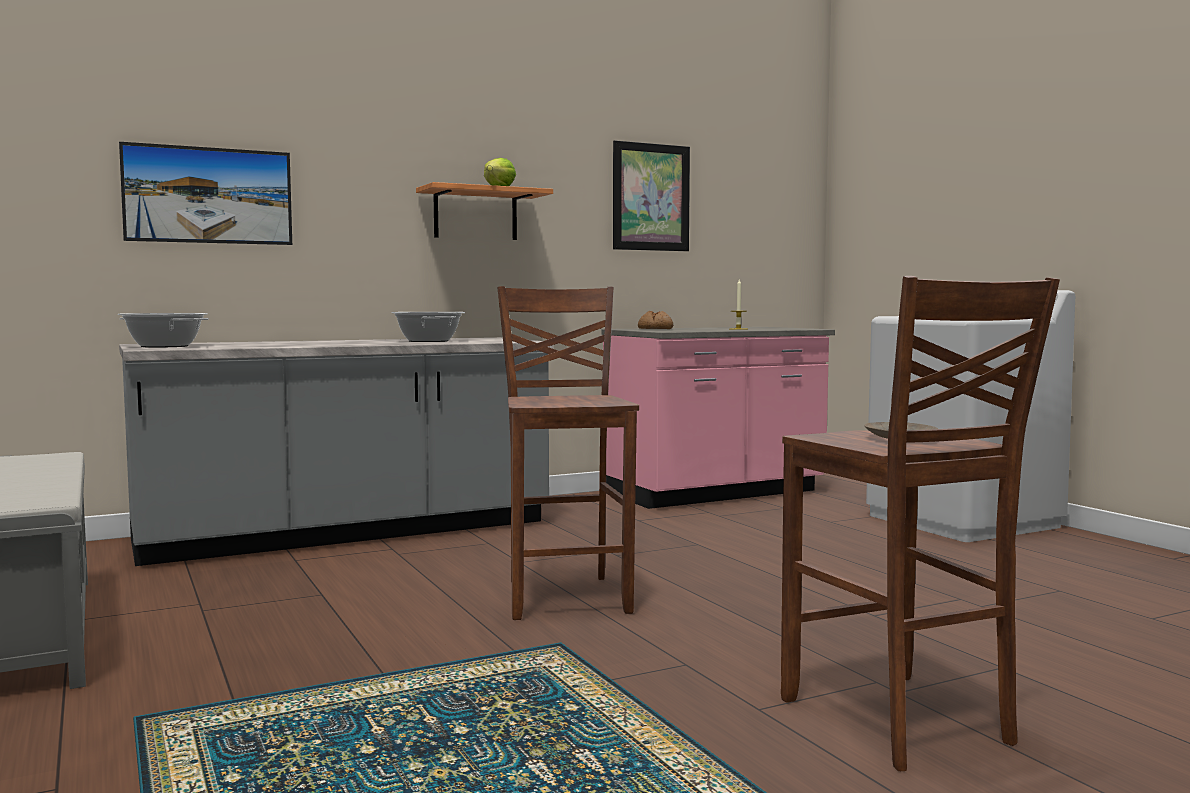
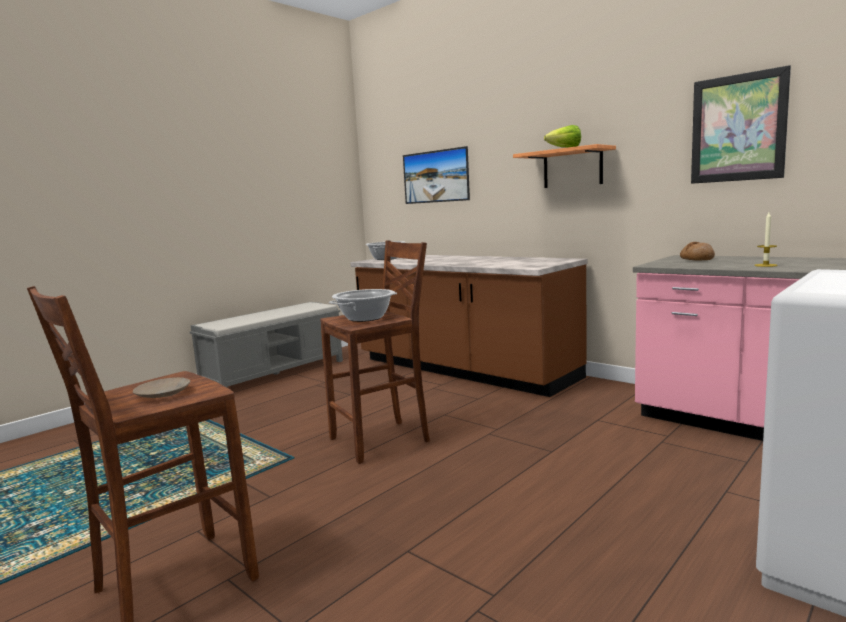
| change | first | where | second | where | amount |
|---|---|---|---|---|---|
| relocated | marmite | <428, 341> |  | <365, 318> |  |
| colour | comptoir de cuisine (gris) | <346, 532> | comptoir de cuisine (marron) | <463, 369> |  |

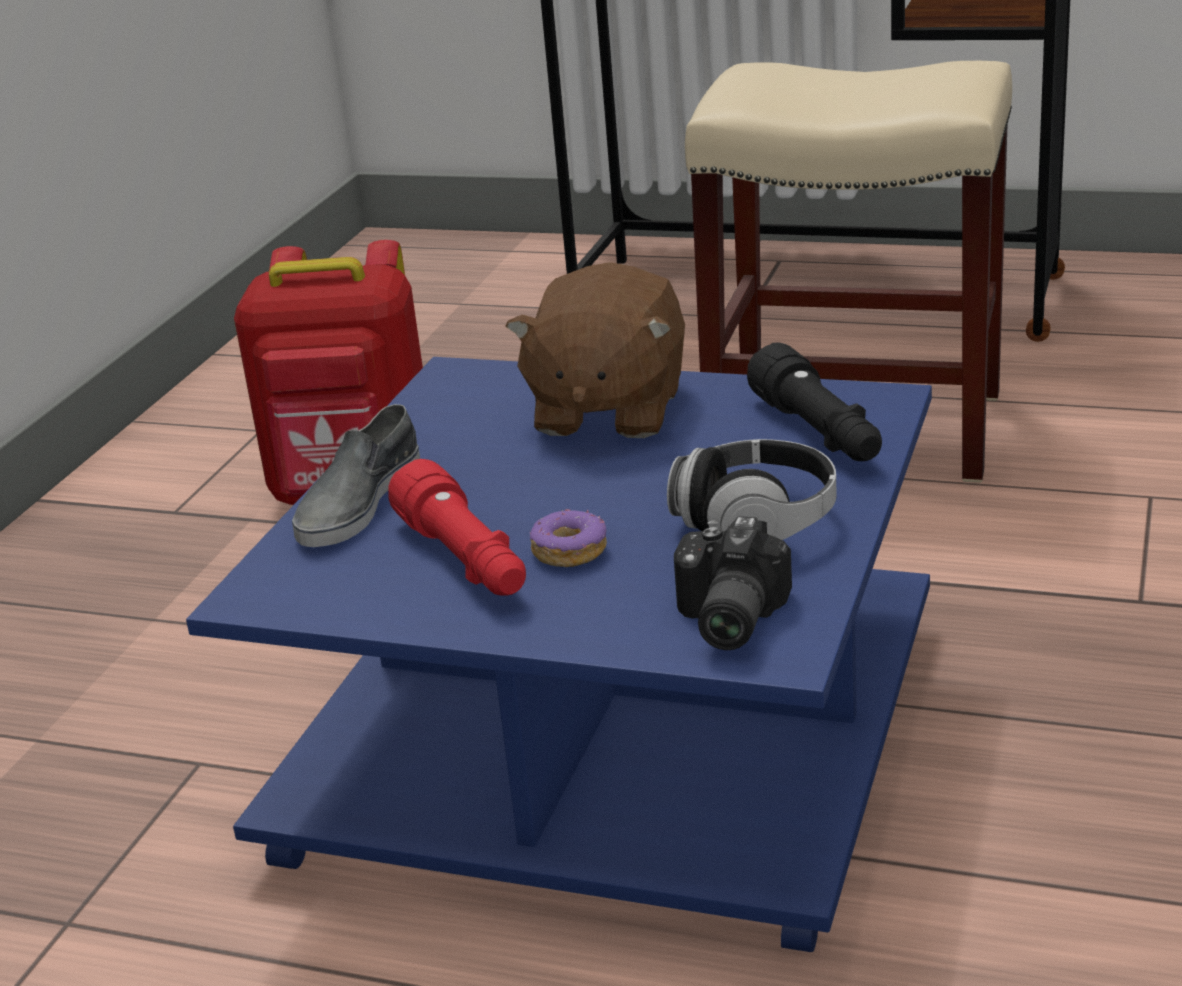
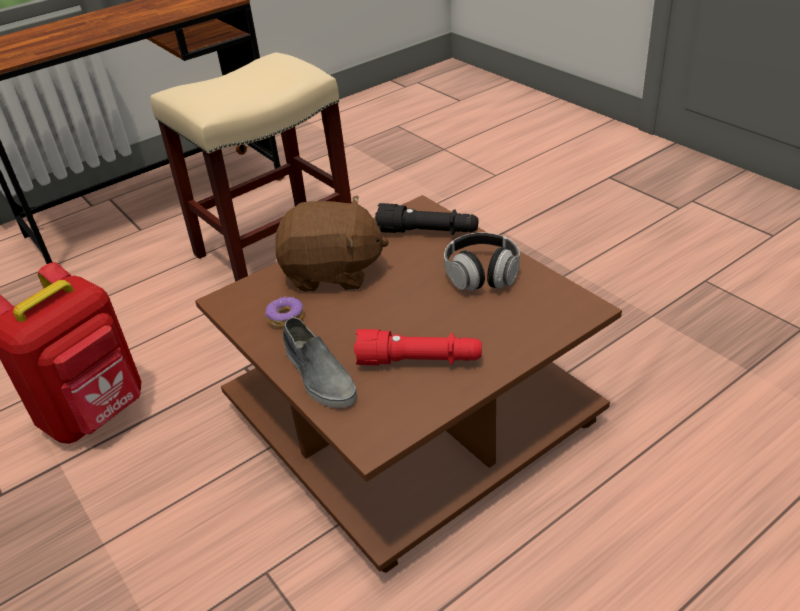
| change | first | where | second | where | amount |
|---|---|---|---|---|---|
| spun | peluche (marron) | <607, 411> |  | <332, 273> | 45 degrees counterclockwise |
| colour | table basse (bleu) | <622, 737> | table basse (marron) | <410, 412> |  |
| relocated | beignet | <569, 551> |  | <285, 318> |  |
| missing | appareil photo | <724, 619> |  |  |  |

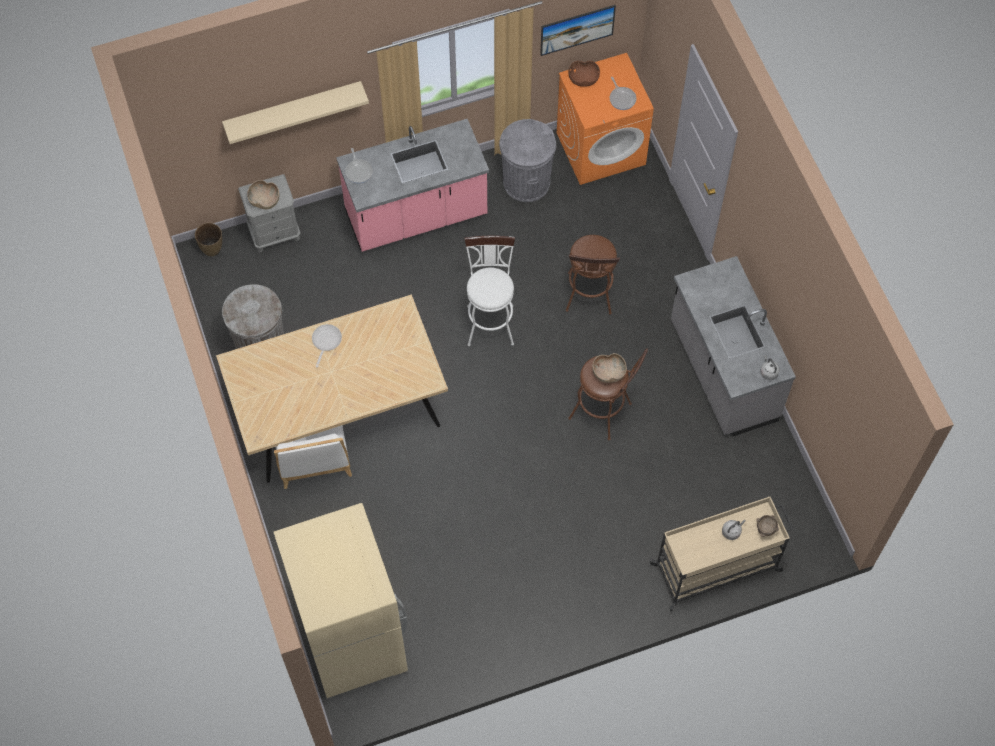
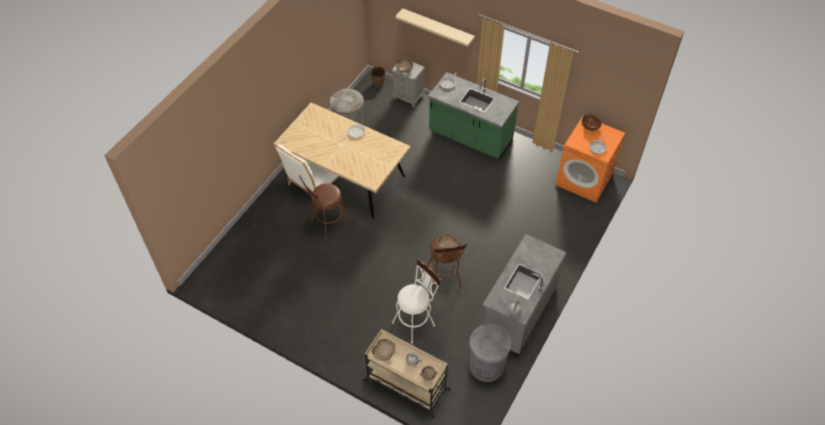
| change | first | where | second | where | amount |
|---|---|---|---|---|---|
| missing | tableau | <576, 37> |  |  |  |
| colour | comptoir de cuisine (rose) | <416, 216> | comptoir de cuisine (vert) | <470, 138> |  |
| relocated | poubelle (gris) | <526, 182> |  | <486, 366> |  |
| relocated | tabouret (marron) | <589, 297> |  | <327, 225> |  |
| relocated | tabouret (blanc) | <490, 320> |  | <416, 322> |  |
| missing | réfrigérateur (beige) | <352, 639> |  |  |  |
| appeared |  |  | bol (marron) | <384, 353> |  |

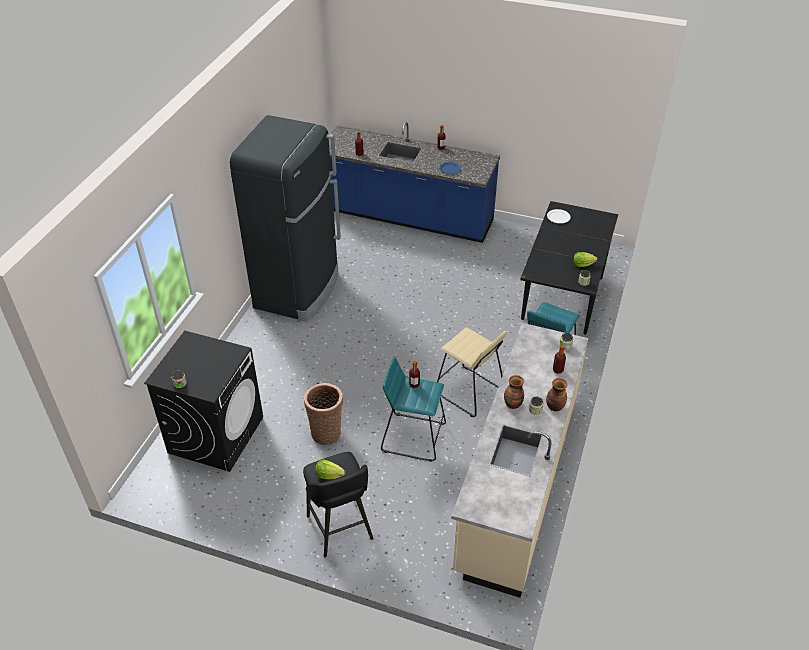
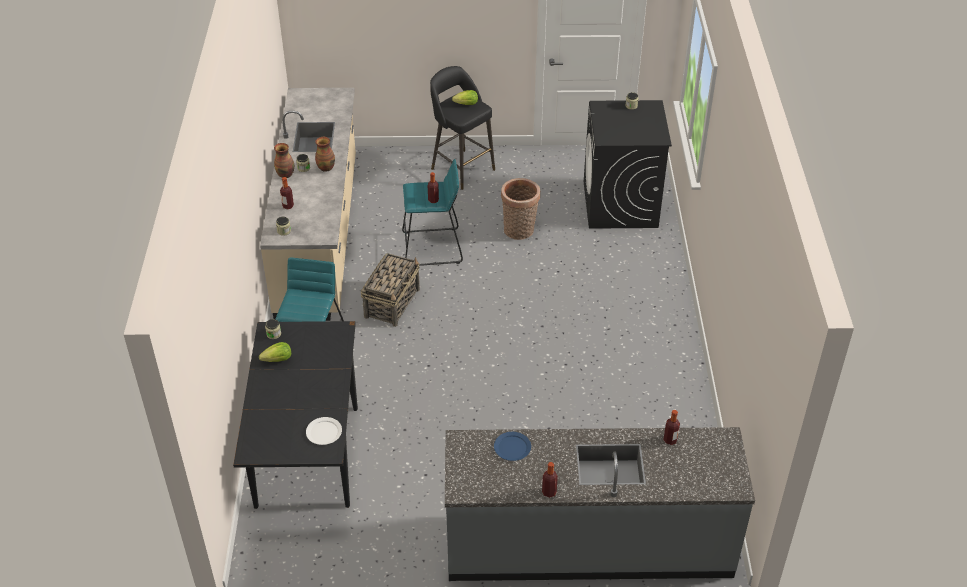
| change | first | where | second | where | amount |
|---|---|---|---|---|---|
| missing | réfrigérateur (noir) | <298, 290> |  |  |  |
| colour | comptoir de cuisine (bleu) | <407, 217> | comptoir de cuisine (gris) | <588, 543> |  |
| exchanged | tabouret (beige) | <469, 392> | panier | <392, 302> |  |

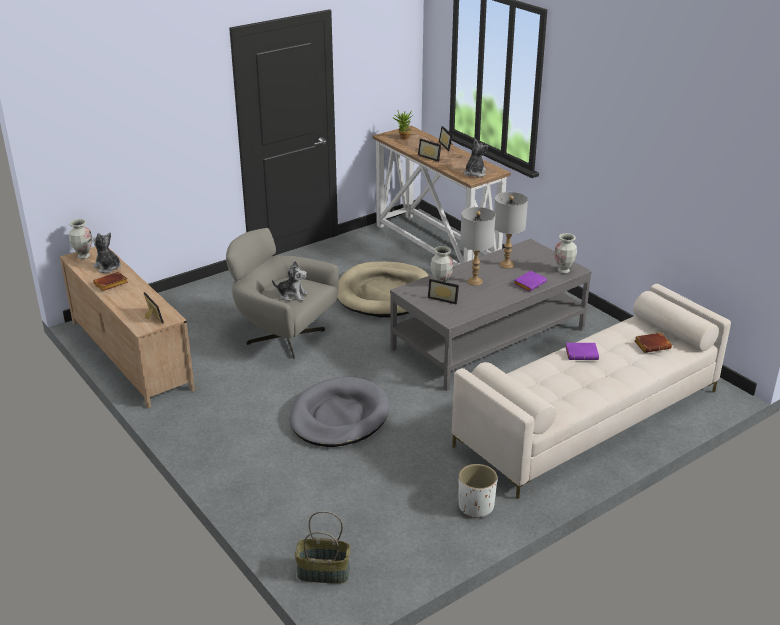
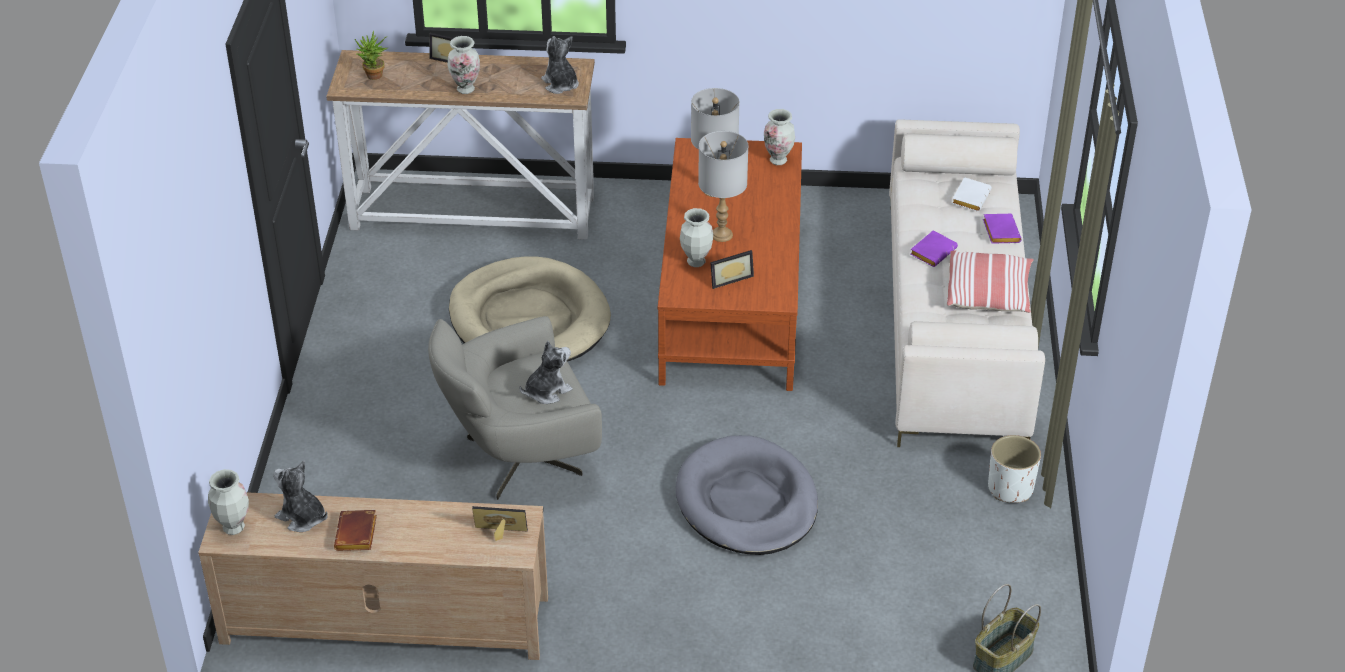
| change | first | where | second | where | amount |
|---|---|---|---|---|---|
| exchanged | cadre photo | <430, 157> | vase | <466, 89> |  |
| spun | peluche | <108, 267> |  | <302, 517> | 45 degrees clockwise |
| colour | table basse (gris) | <488, 339> | table basse (marron) | <731, 299> |  |
| relocated | livre (violet) | <529, 283> |  | <999, 231> |  |
| colour | livre (marron) | <652, 345> | livre (blanc) | <970, 197> |  |
| appeared |  |  | coussin | <988, 294> |  |

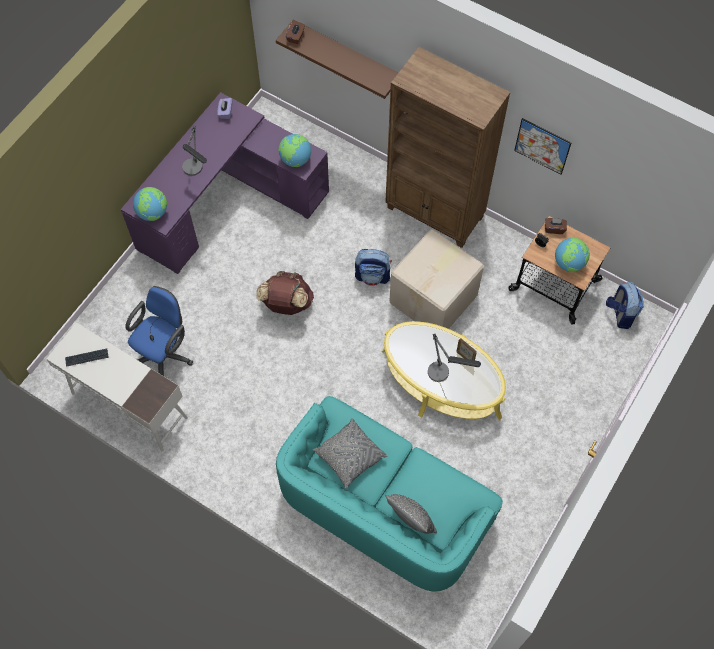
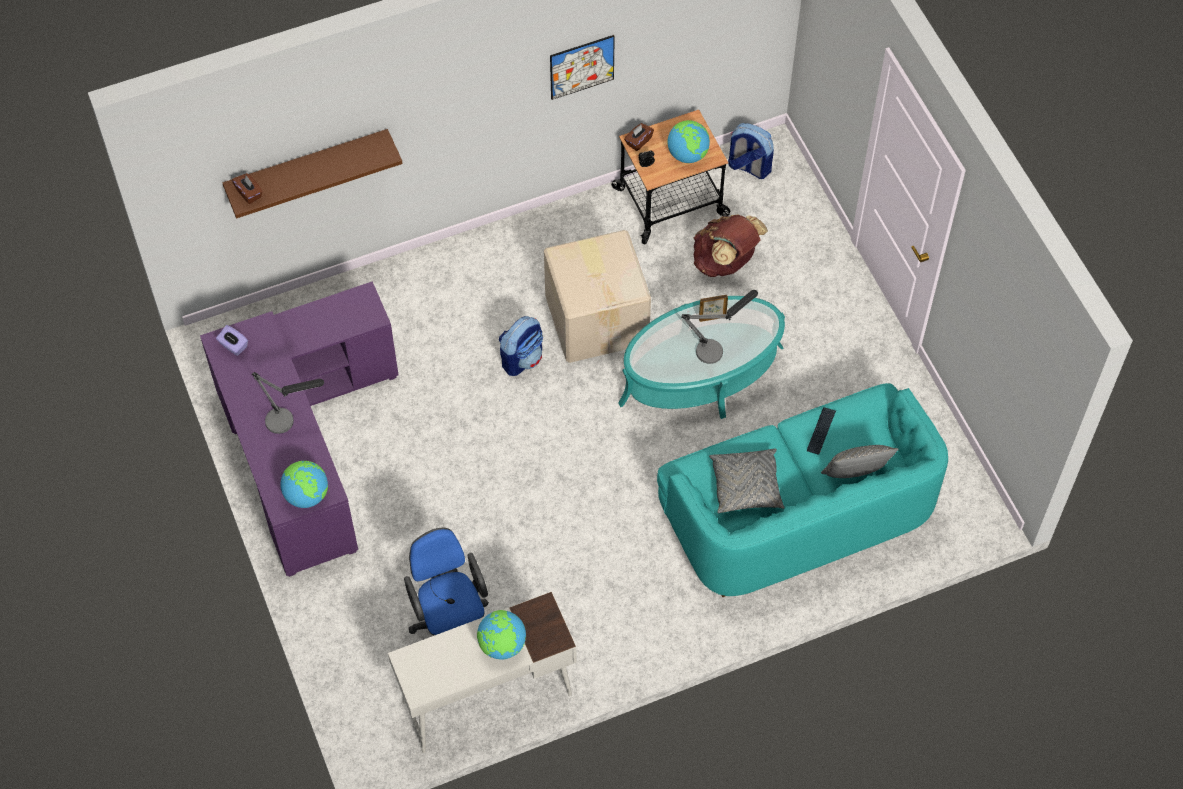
| change | first | where | second | where | amount |
|---|---|---|---|---|---|
| missing | bibliothèque (marron) | <435, 213> |  |  |  |
| relocated | globe | <295, 160> |  | <502, 645> |  |
| relocated | sac à dos (marron) | <286, 304> |  | <725, 262> |  |
| colour | table basse (jaune) | <440, 384> | table basse (turquoise) | <701, 375> |  |
| relocated | clavier | <87, 357> |  | <821, 431> |  |

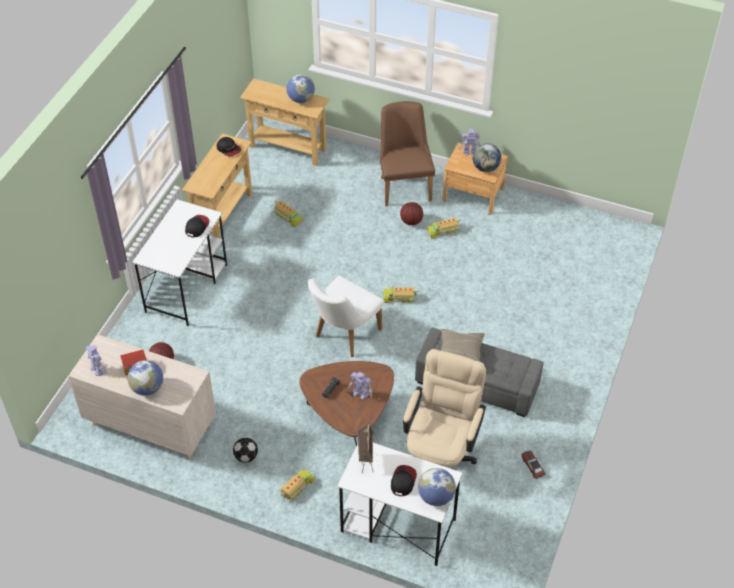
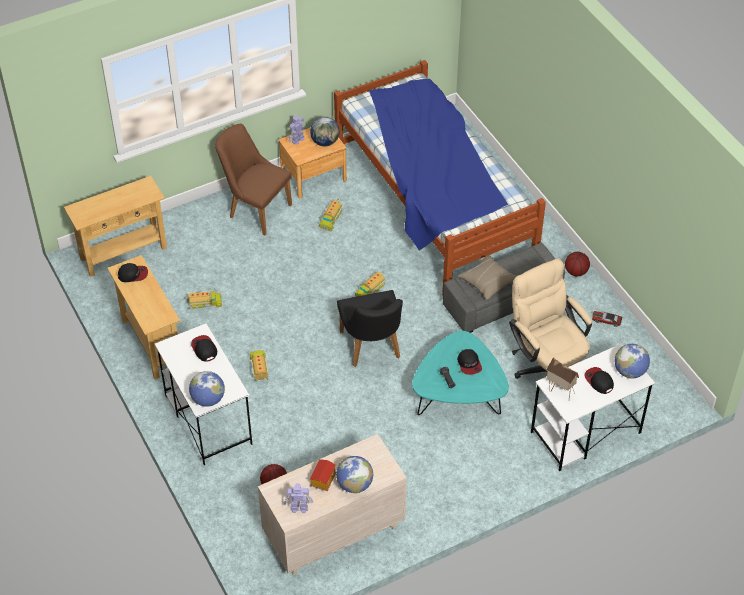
| change | first | where | second | where | amount |
|---|---|---|---|---|---|
| relocated | globe | <301, 99> |  | <208, 399> |  |
| relocated | ballon de basket | <411, 221> |  | <575, 272> |  |
| colour | chaise (blanc) | <343, 336> | chaise (noir) | <372, 349> |  |
| colour | table basse (marron) | <349, 419> | table basse (turquoise) | <458, 398> |  |
| exchanged | robot jouet | <361, 394> | casquette | <469, 364> |  |
| missing | ballon de foot | <246, 456> |  |  |  |
| relocated | camion jouet | <297, 488> |  | <260, 368> |  |
| appeared |  |  | lit | <432, 205> |  |

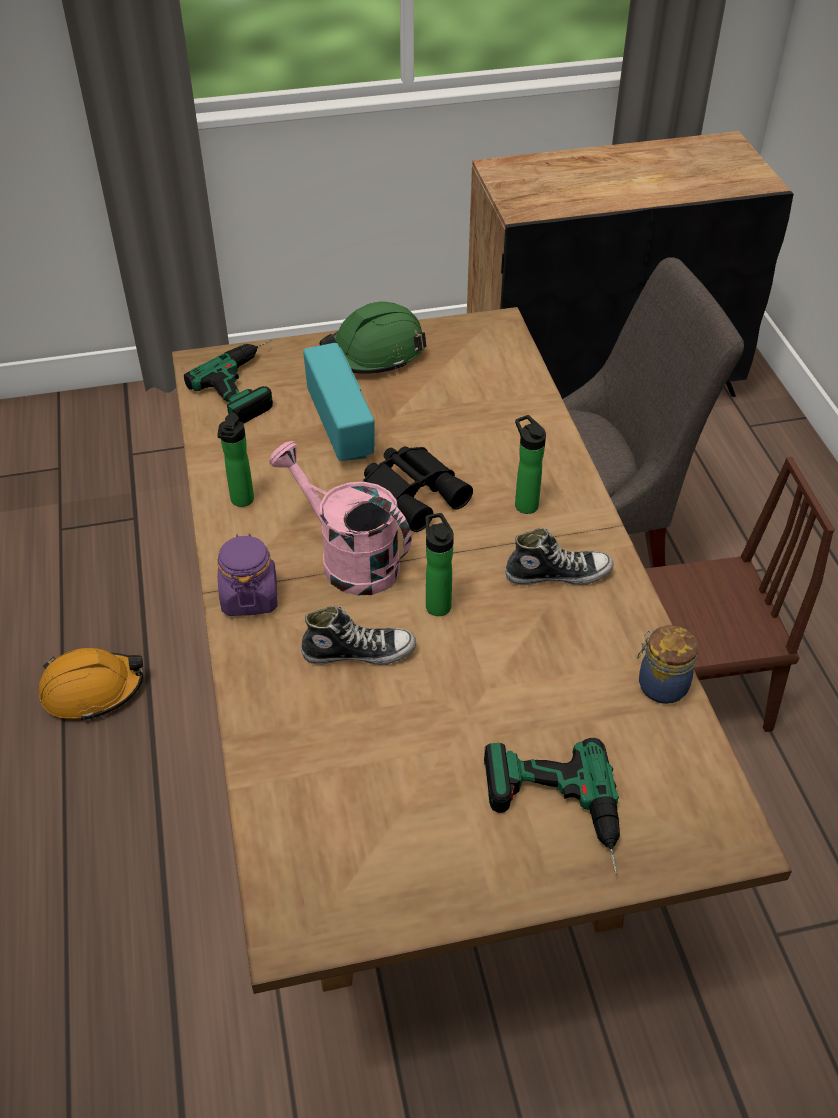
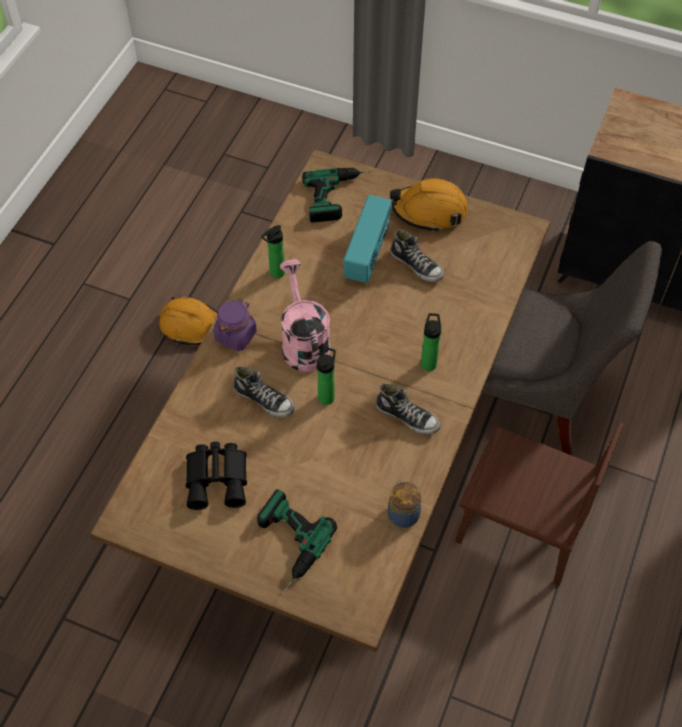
| change | first | where | second | where | amount |
|---|---|---|---|---|---|
| colour | casque de chantier (vert) | <374, 353> | casque de chantier (orange) | <429, 211> |  |
| relocated | jumelles (noir) | <414, 493> |  | <218, 478> |  |
| appeared |  |  | chaussure | <417, 265> |  |

